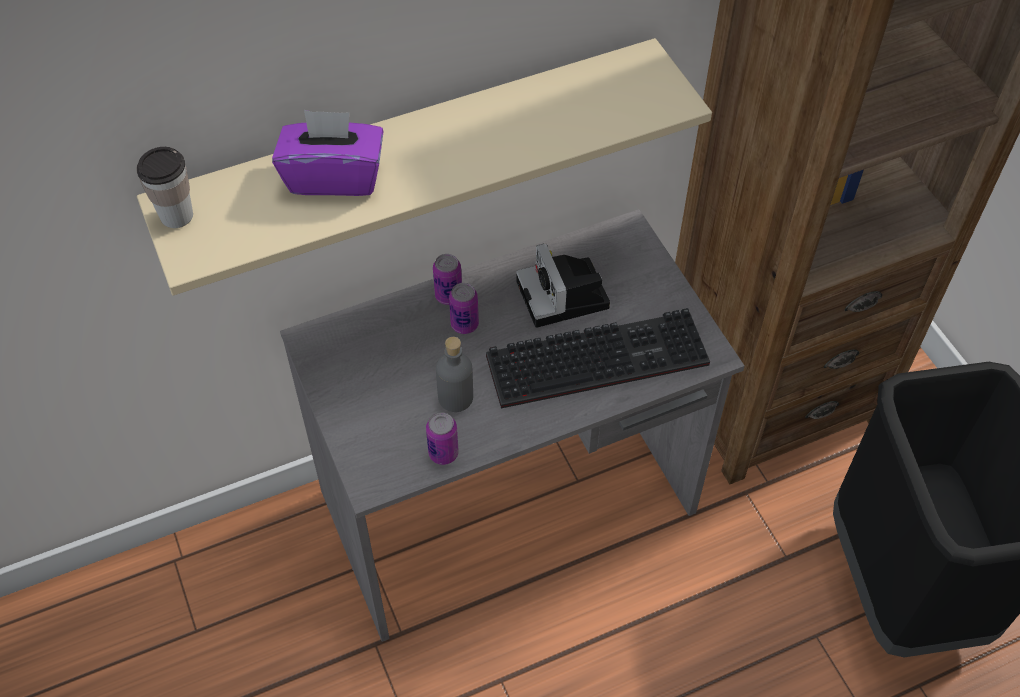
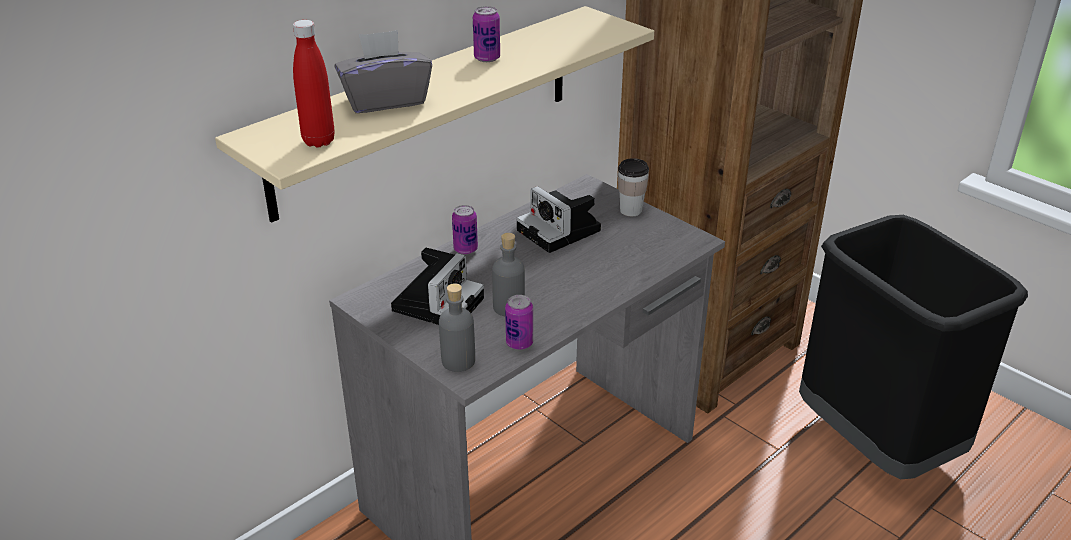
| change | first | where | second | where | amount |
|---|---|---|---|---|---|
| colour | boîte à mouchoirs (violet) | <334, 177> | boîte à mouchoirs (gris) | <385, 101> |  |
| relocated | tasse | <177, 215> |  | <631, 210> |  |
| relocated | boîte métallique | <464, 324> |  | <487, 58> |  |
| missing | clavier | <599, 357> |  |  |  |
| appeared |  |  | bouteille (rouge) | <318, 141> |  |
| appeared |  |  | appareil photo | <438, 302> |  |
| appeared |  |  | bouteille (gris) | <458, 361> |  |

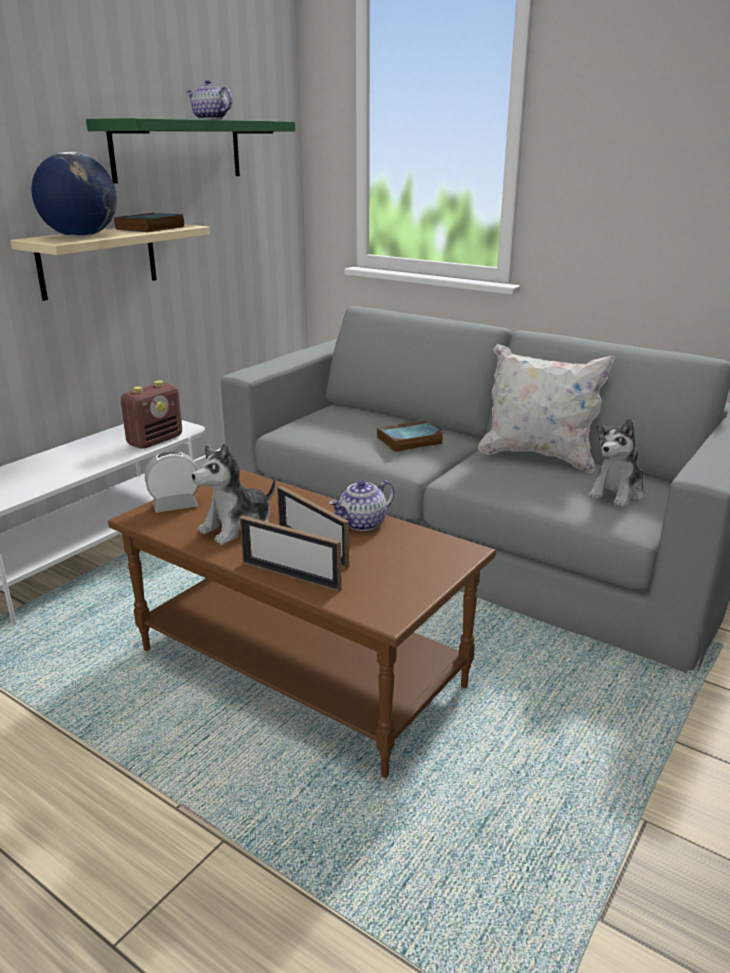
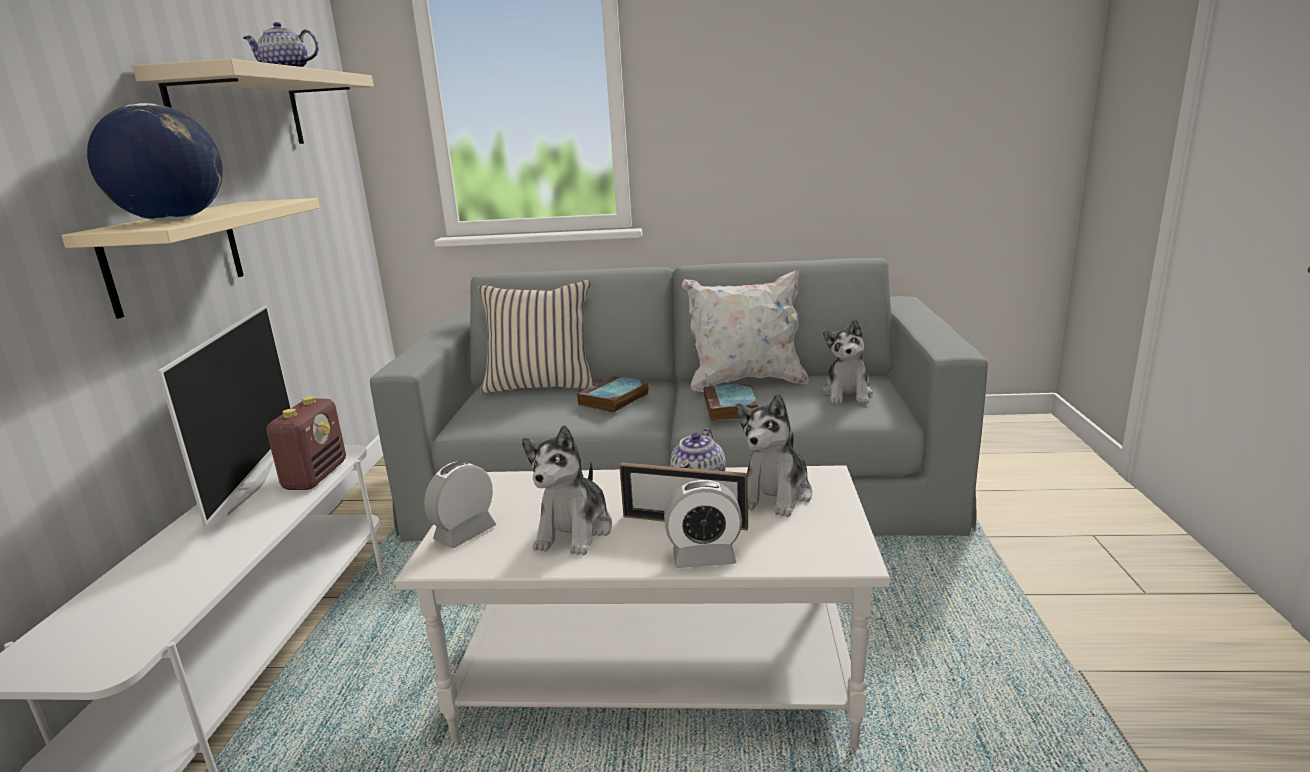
| change | first | where | second | where | amount |
|---|---|---|---|---|---|
| colour | étagère (vert) | <178, 150> | étagère (beige) | <239, 111> |  |
| relocated | livre | <150, 228> |  | <731, 408> |  |
| colour | table basse (marron) | <303, 667> | table basse (blanc) | <658, 675> |  |
| exchanged | cadre photo | <290, 575> | réveil | <704, 558> |  |
| appeared |  |  | coussin (beige) | <540, 385> |  |
| appeared |  |  | téléviseur | <250, 486> |  |
| appeared |  |  | peluche | <776, 495> |  |

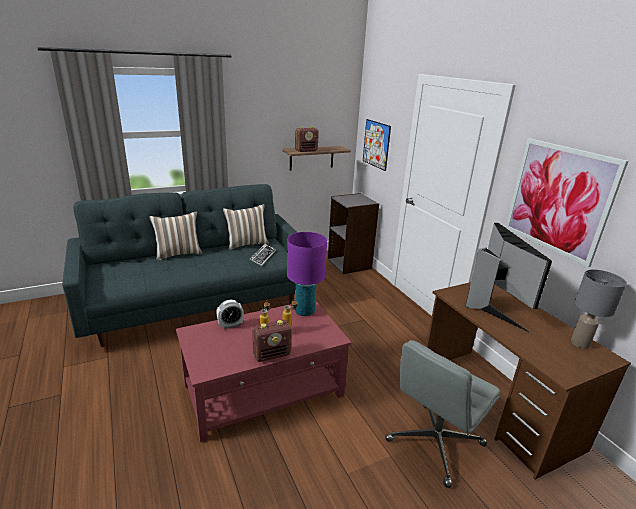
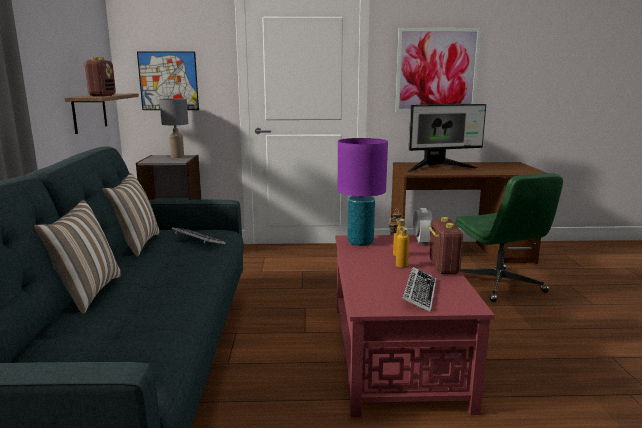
| change | first | where | second | where | amount |
|---|---|---|---|---|---|
| spun | écran d'ordinateur | <491, 305> |  | <439, 168> | 150 degrees clockwise |
| relocated | lampe de table (gris) | <580, 344> |  | <178, 157> |  |
| relocated | réveil | <230, 325> |  | <421, 241> |  |
| colour | chaise de bureau (gris) | <434, 443> | chaise de bureau (vert) | <499, 285> |  |
| appeared |  |  | clavier | <419, 293> |  |

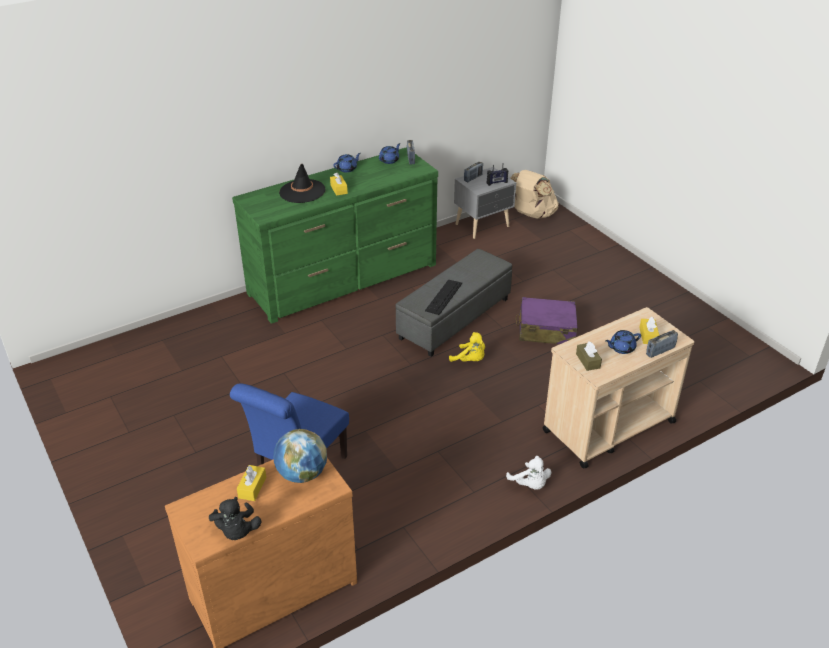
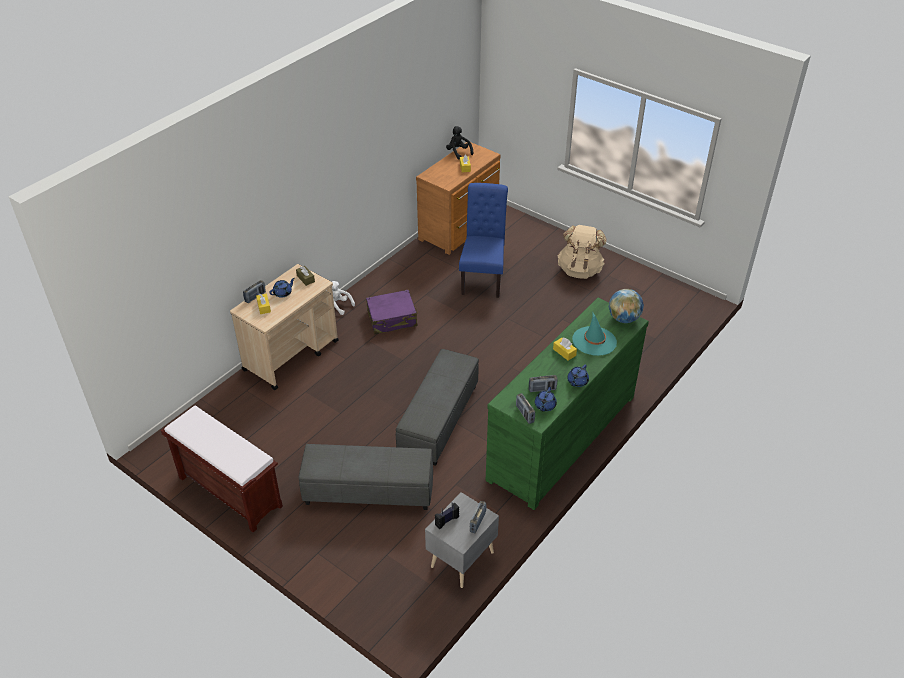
| change | first | where | second | where | amount |
|---|---|---|---|---|---|
| colour | chapeau (noir) | <302, 191> | chapeau (turquoise) | <594, 341> |  |
| relocated | sac à dos (beige) | <531, 214> |  | <580, 270> |  |
| missing | clavier | <443, 297> |  |  |  |
| relocated | valise (violet) | <546, 330> |  | <392, 319> |  |
| missing | peluche (jaune) | <470, 360> |  |  |  |
| relocated | globe | <302, 474> |  | <624, 318> |  |
| appeared |  |  | radio | <542, 389> |  |
| appeared |  |  | banc (marron) | <229, 492> |  |
| appeared |  |  | pouf (gris) | <368, 491> |  |

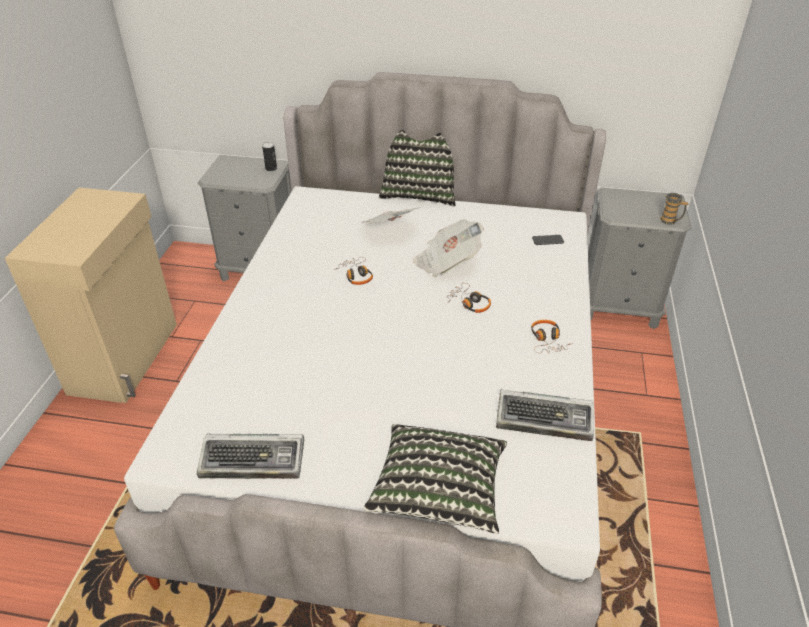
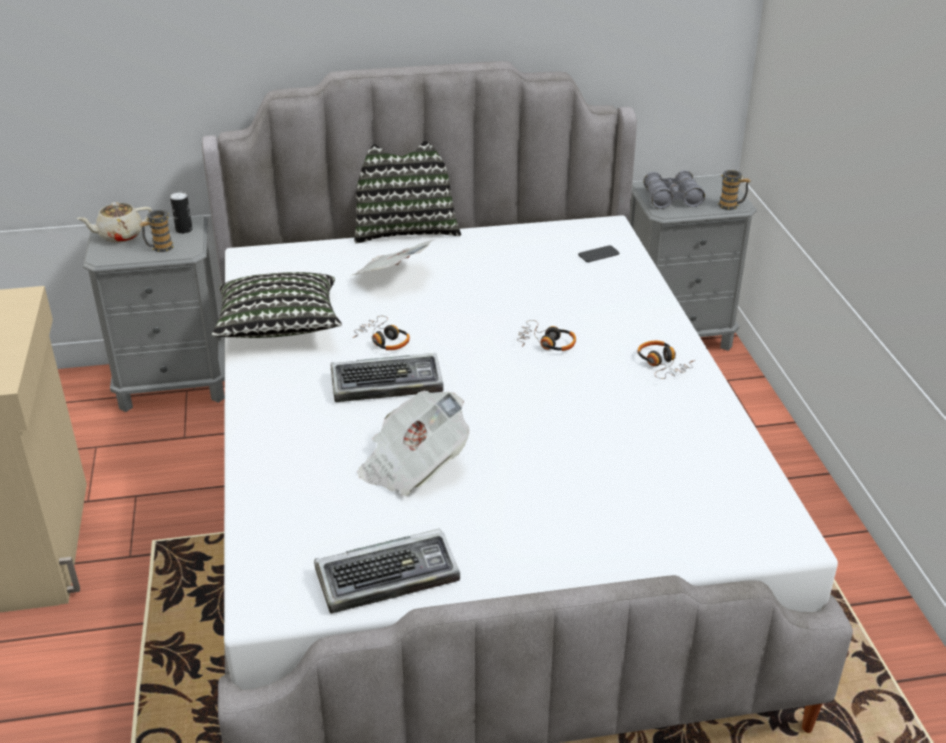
| change | first | where | second | where | amount |
|---|---|---|---|---|---|
| relocated | journal | <447, 262> |  | <413, 465> |  |
| relocated | clavier | <545, 419> |  | <388, 383> |  |
| relocated | coussin | <438, 491> |  | <279, 328> |  |
| appeared |  |  | jumelles (gris) | <672, 199> |  |
| appeared |  |  | théière (beige) | <120, 235> |  |
| appeared |  |  | mug | <159, 248> |  |

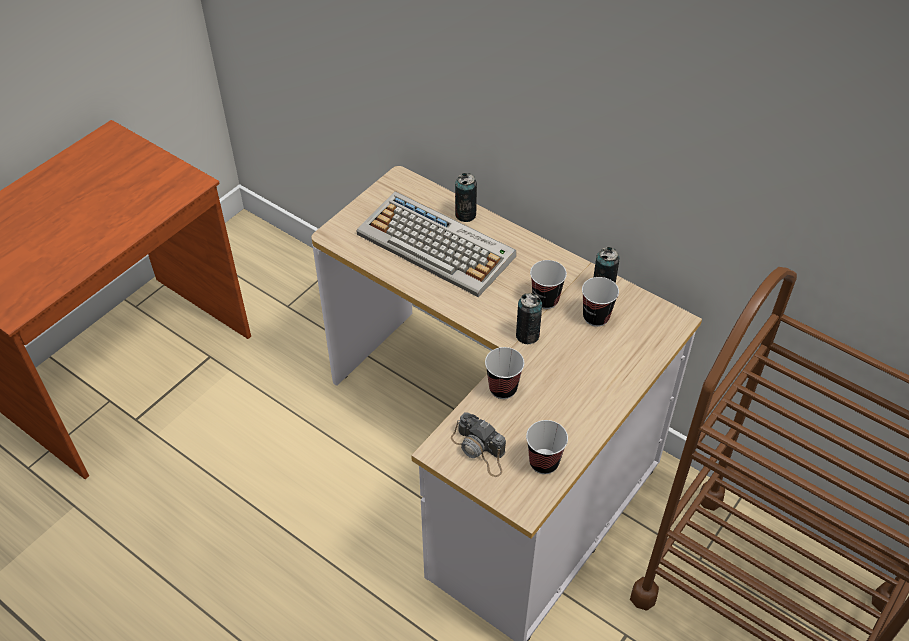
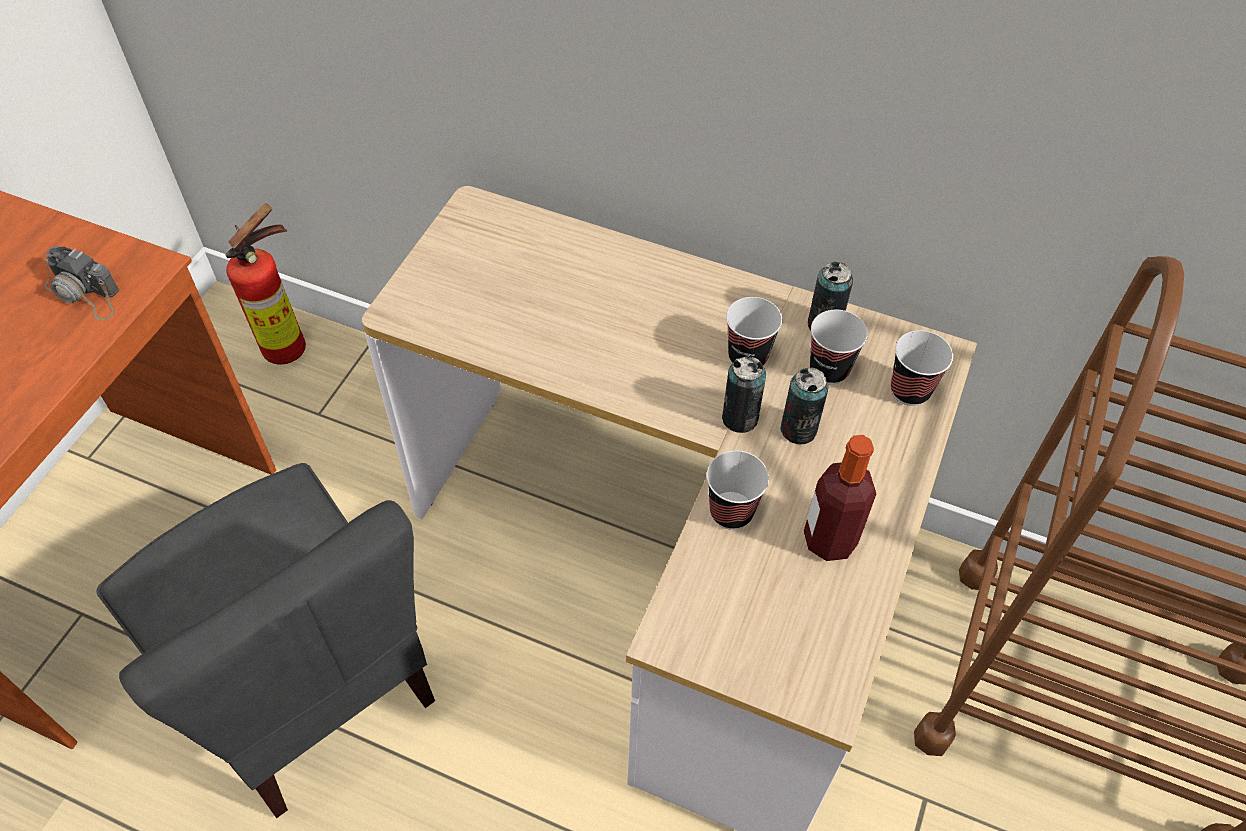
| change | first | where | second | where | amount |
|---|---|---|---|---|---|
| relocated | boîte métallique | <465, 215> |  | <798, 430> |  |
| missing | clavier | <437, 245> |  |  |  |
| relocated | appareil photo | <480, 450> |  | <84, 293> |  |
| relocated | tasse | <544, 462> |  | <910, 391> |  |
| appeared |  |  | extincteur | <291, 347> |  |
| appeared |  |  | bouteille | <829, 540> |  |
| appeared |  |  | chaise (gris) | <306, 683> |  |

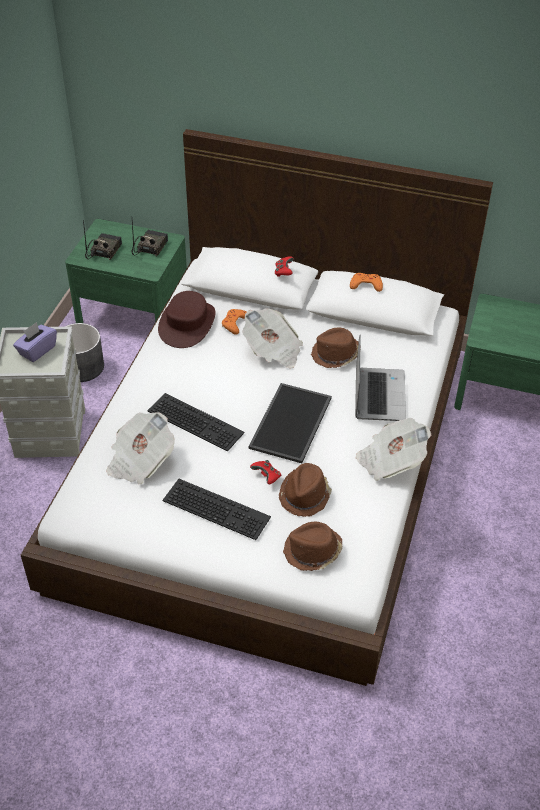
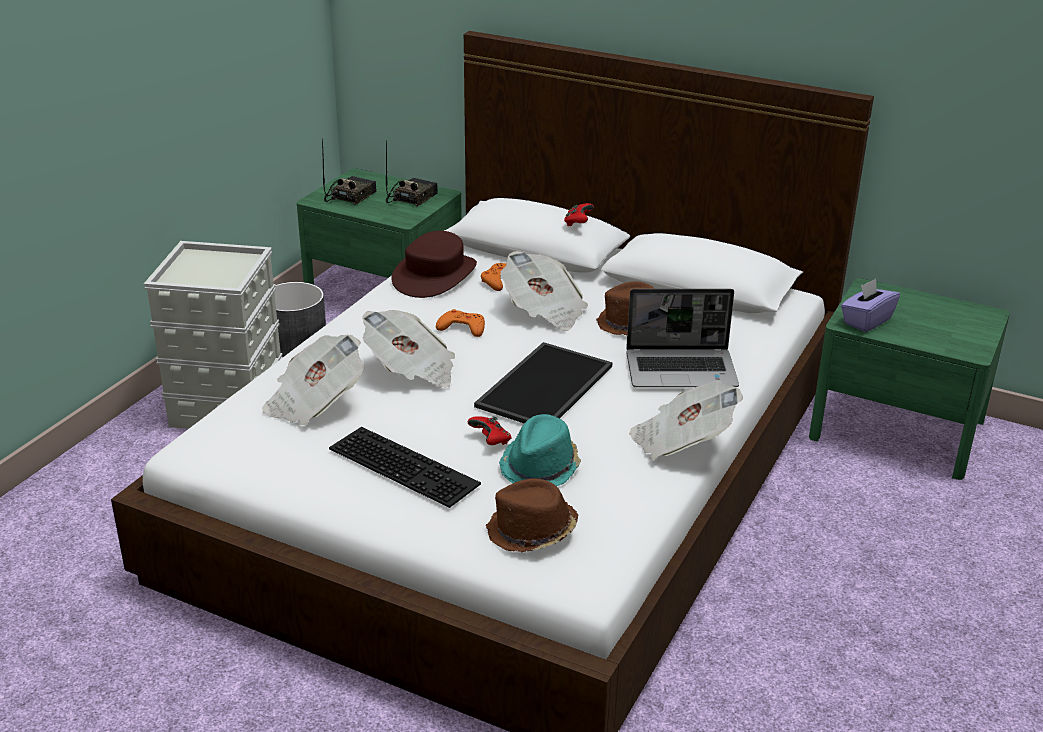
| change | first | where | second | where | amount |
|---|---|---|---|---|---|
| relocated | manette (orange) | <366, 285> |  | <462, 327> |  |
| relocated | boîte à mouchoirs (violet) | <37, 350> |  | <866, 321> |  |
| spun | ordinateur portable | <378, 395> |  | <682, 370> | 75 degrees clockwise |
| exchanged | clavier | <197, 421> | journal | <411, 370> |  |
| colour | chapeau (marron) | <305, 495> | chapeau (turquoise) | <541, 467> |  |

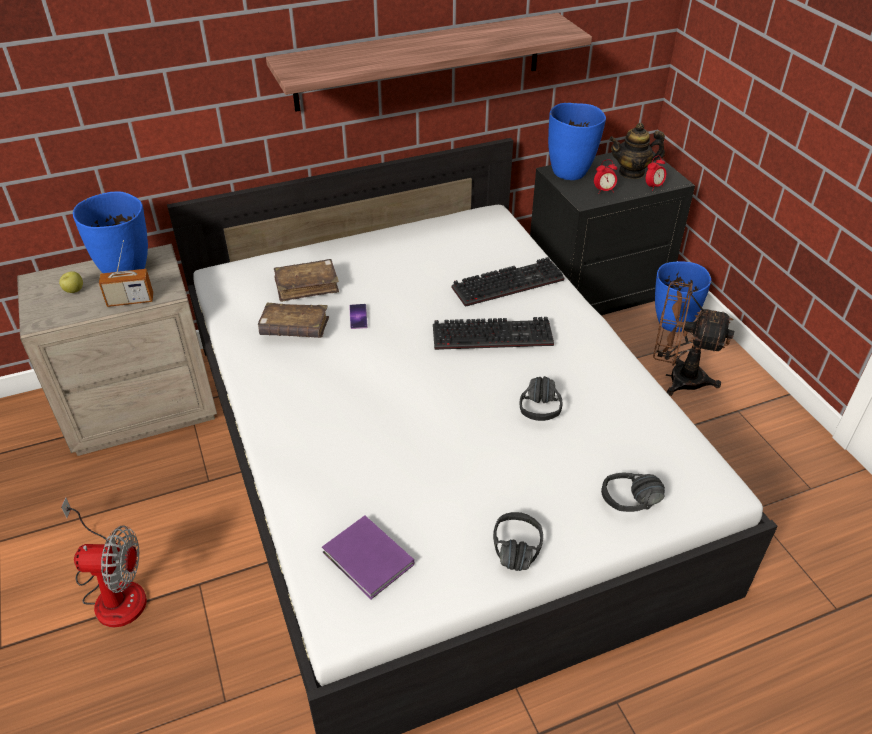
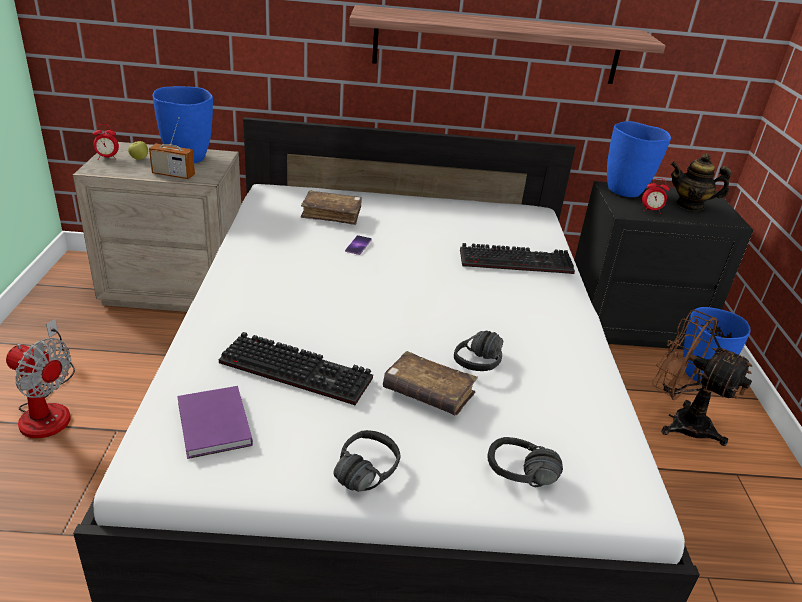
| change | first | where | second | where | amount |
|---|---|---|---|---|---|
| relocated | réveil | <653, 187> |  | <107, 158> |  |
| relocated | livre (marron) | <294, 328> |  | <428, 393> |  |
| relocated | clavier | <494, 334> |  | <299, 370> |  |

